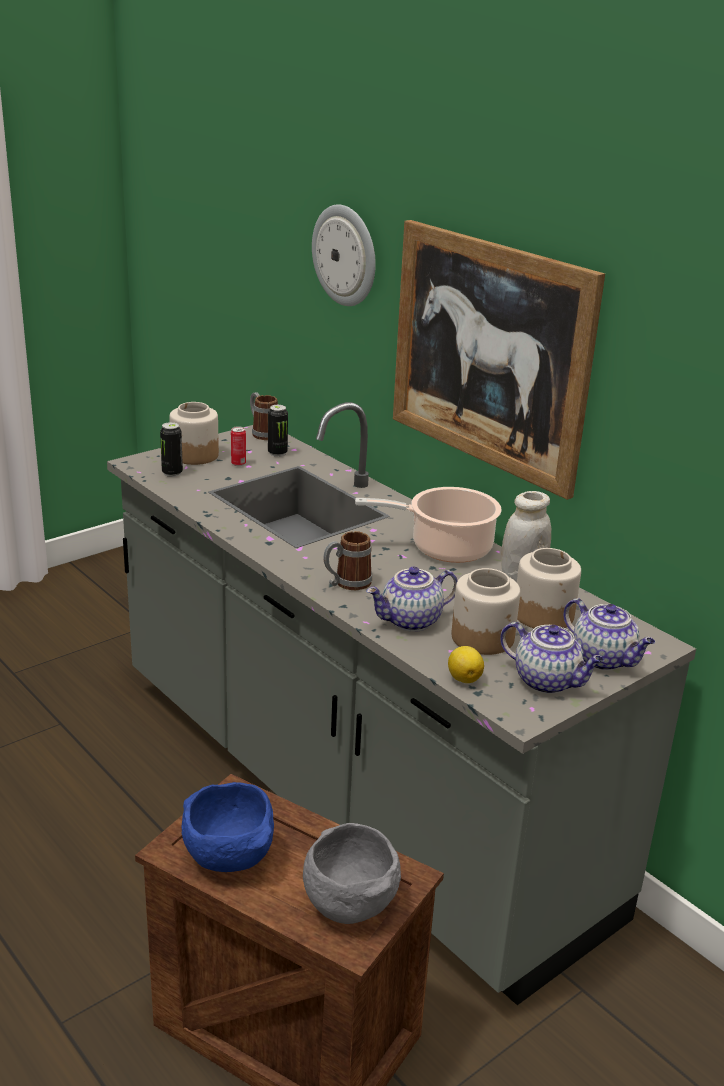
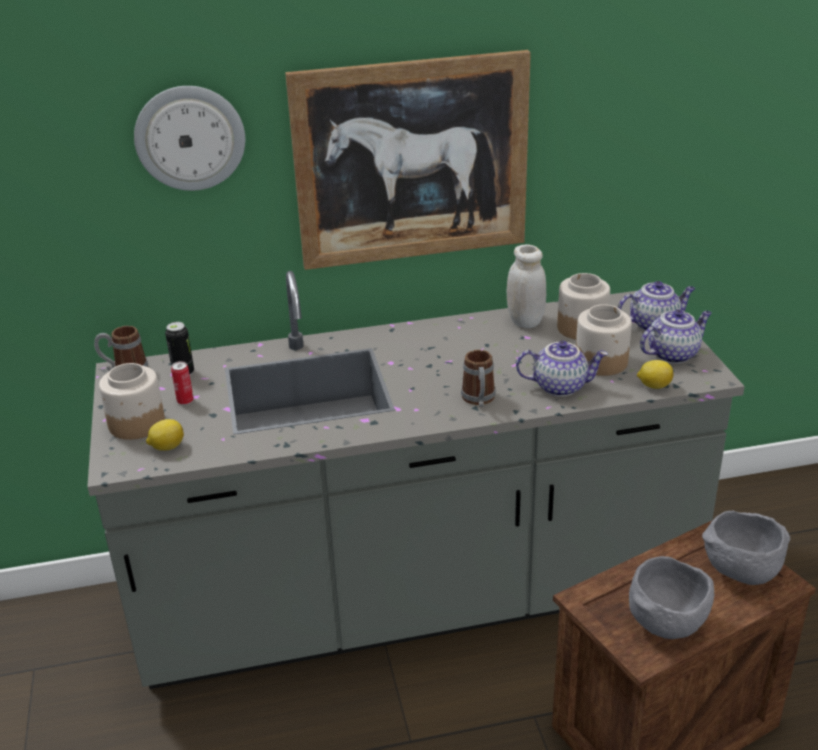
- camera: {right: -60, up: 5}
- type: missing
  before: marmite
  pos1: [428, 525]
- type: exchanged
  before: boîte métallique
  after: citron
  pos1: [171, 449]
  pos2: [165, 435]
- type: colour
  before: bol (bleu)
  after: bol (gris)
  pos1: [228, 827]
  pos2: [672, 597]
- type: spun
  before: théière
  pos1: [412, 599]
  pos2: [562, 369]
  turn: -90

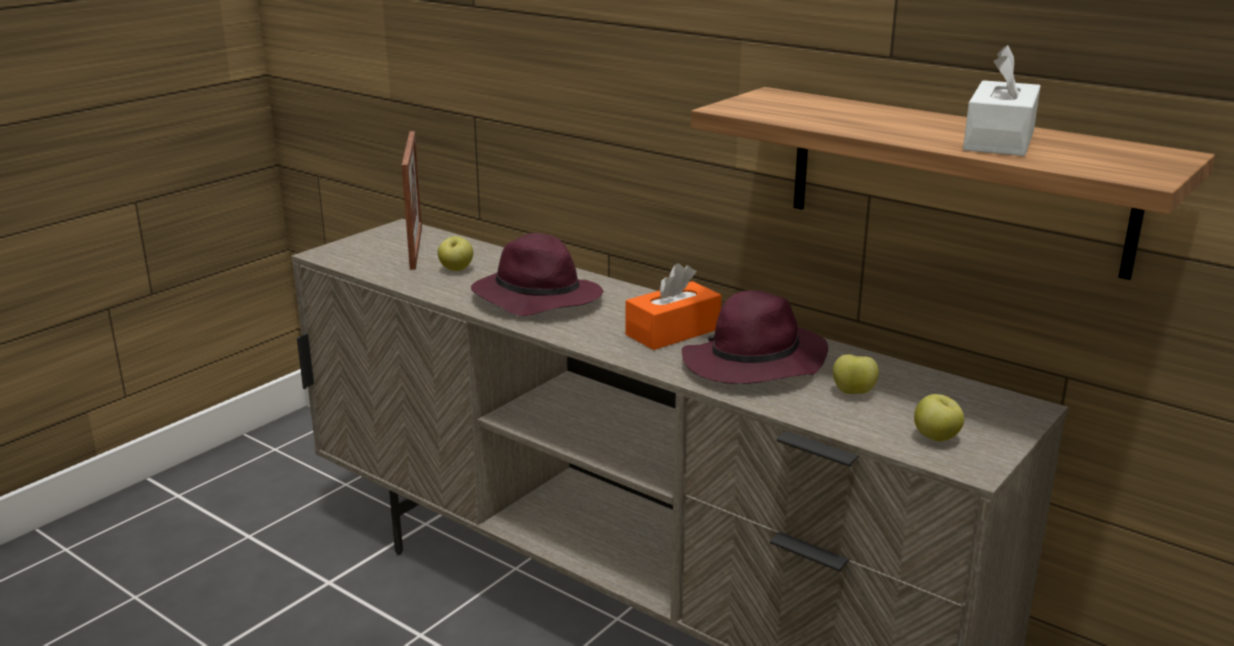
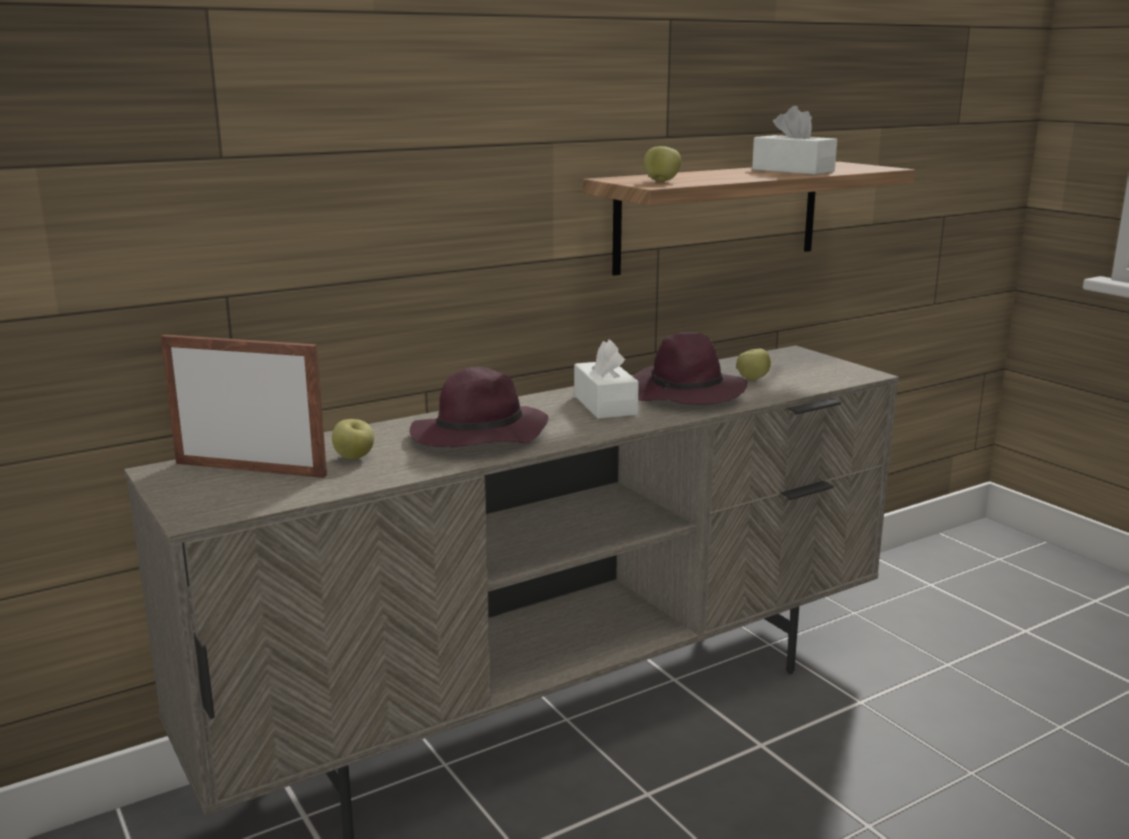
- camera: {right: -70, up: -5}
- type: relocated
  before: pomme
  pos1: [939, 418]
  pos2: [662, 164]
- type: colour
  before: boîte à mouchoirs (orange)
  after: boîte à mouchoirs (blanc)
  pos1: [674, 306]
  pos2: [606, 379]

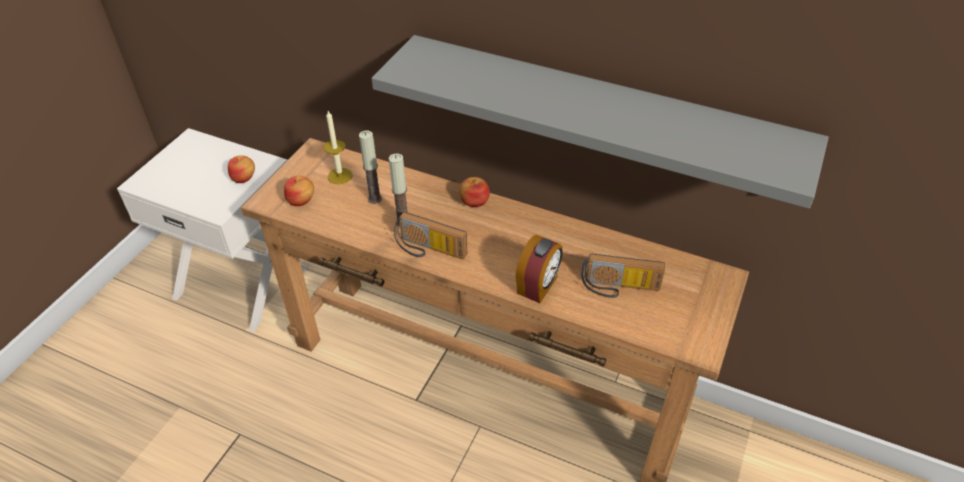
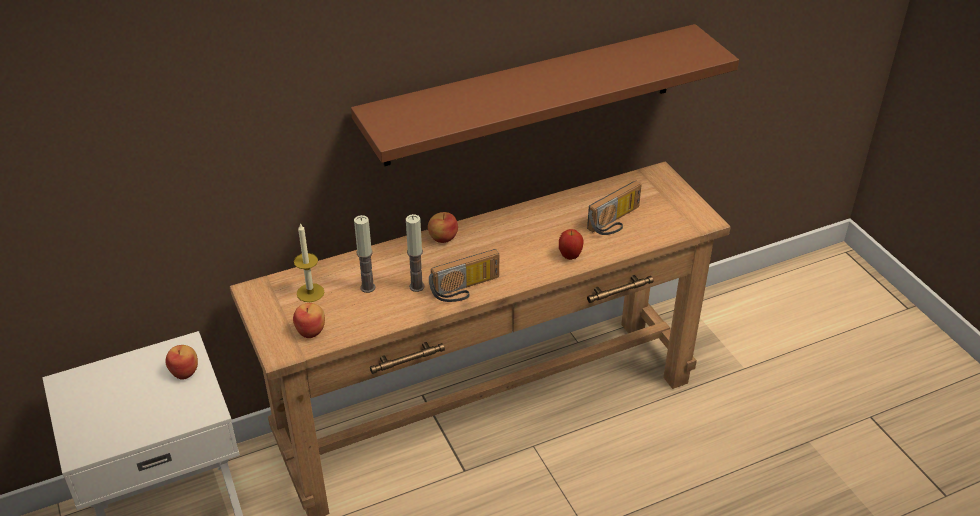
- camera: {right: -50, up: -5}
- type: exchanged
  before: réveil
  after: pomme
  pos1: [539, 269]
  pos2: [571, 244]
- type: colour
  before: étagère (gris)
  after: étagère (marron)
  pos1: [600, 122]
  pos2: [545, 95]

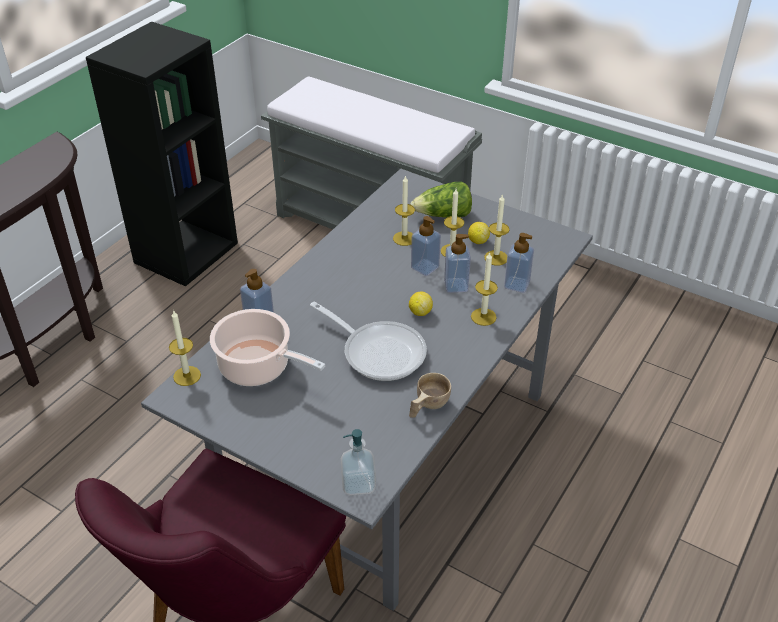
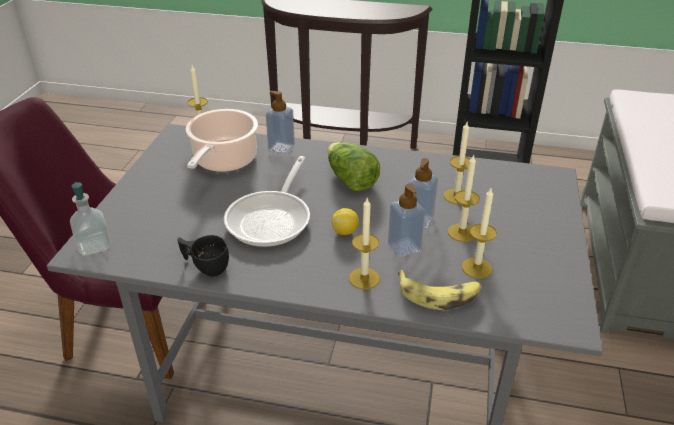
- camera: {right: 70, up: -5}
- type: missing
  before: citron
  pos1: [479, 233]
- type: relocated
  before: laitue
  pos1: [441, 200]
  pos2: [354, 167]
- type: exchanged
  before: distributeur de savon
  after: banane
  pos1: [519, 263]
  pos2: [439, 290]
- type: colour
  before: tasse (beige)
  after: tasse (noir)
  pos1: [430, 395]
  pos2: [203, 256]

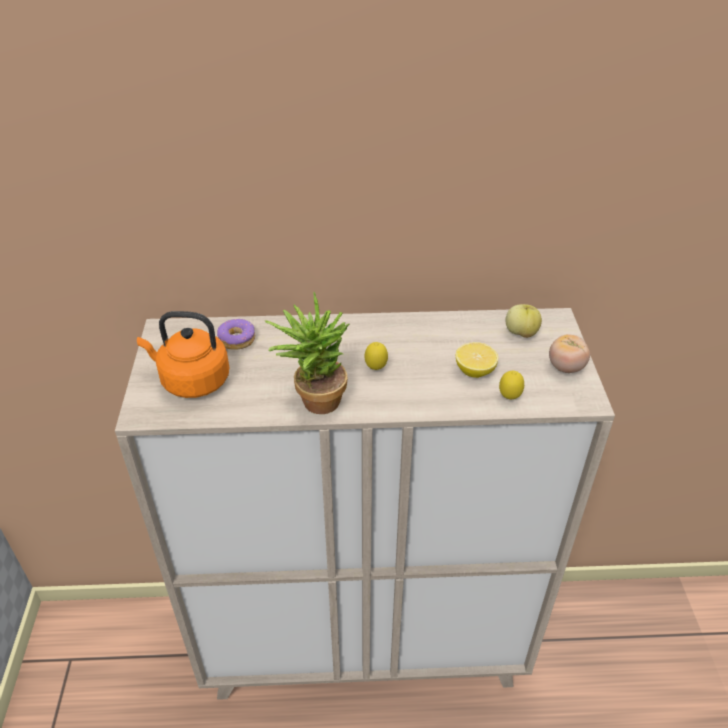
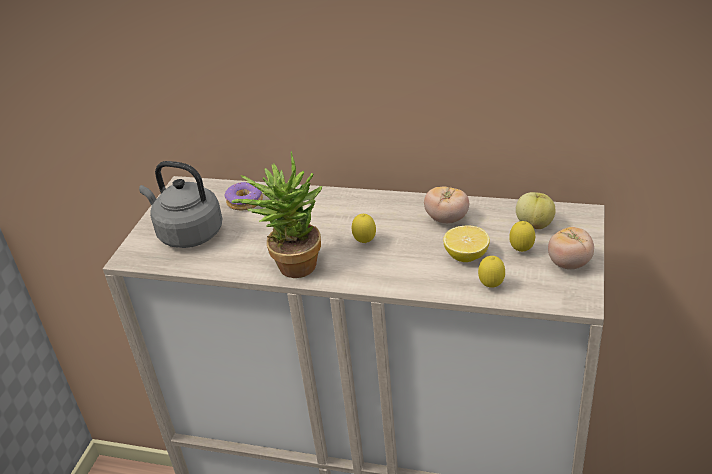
- camera: {right: 20, up: -5}
- type: appeared
  after: tomate
  pos2: [446, 205]
- type: appeared
  after: citron
  pos2: [522, 236]
- type: colour
  before: bouilloire (orange)
  after: bouilloire (gris)
  pos1: [183, 354]
  pos2: [180, 204]

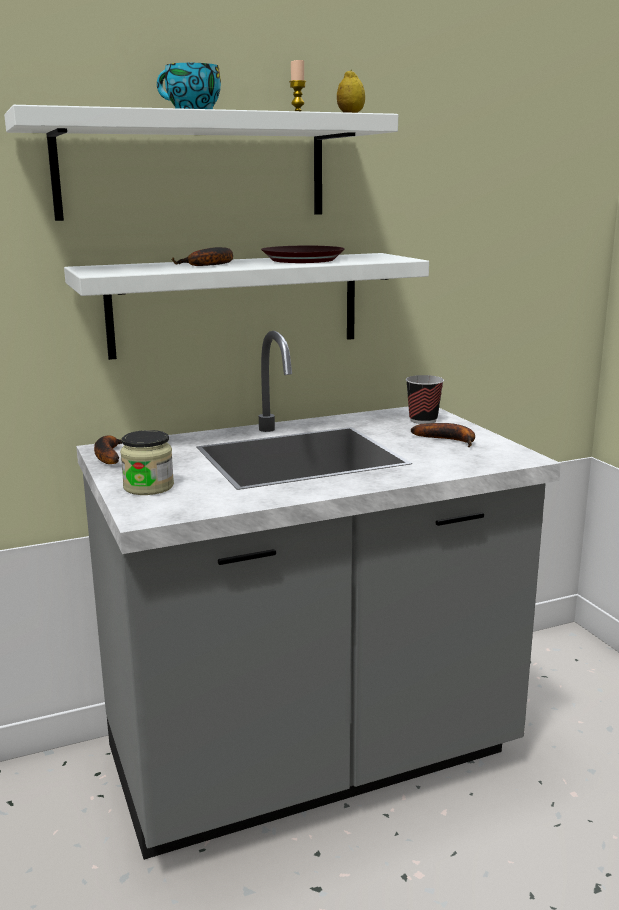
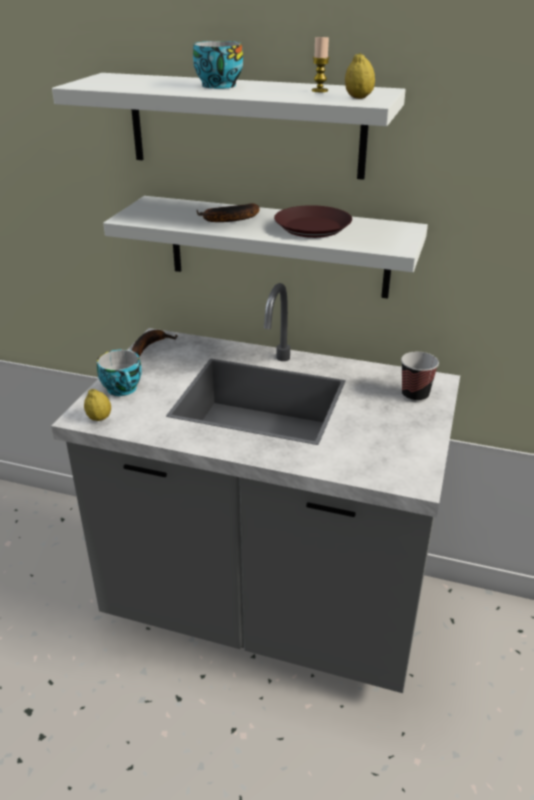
- camera: {right: 40, up: 15}
- type: missing
  before: banane
  pos1: [443, 435]
- type: appeared
  after: citron
  pos2: [97, 405]
- type: exchanged
  before: bocal
  after: tasse
  pos1: [147, 462]
  pos2: [119, 372]

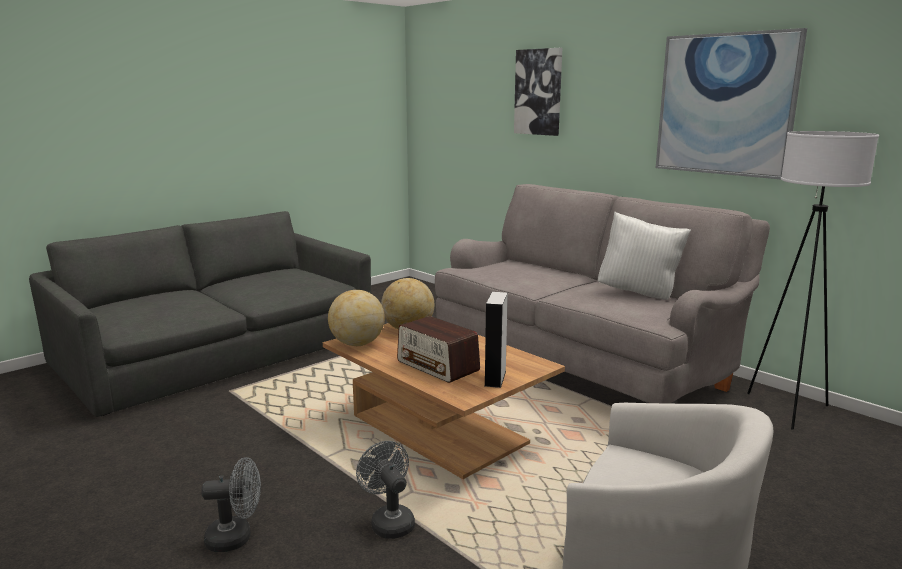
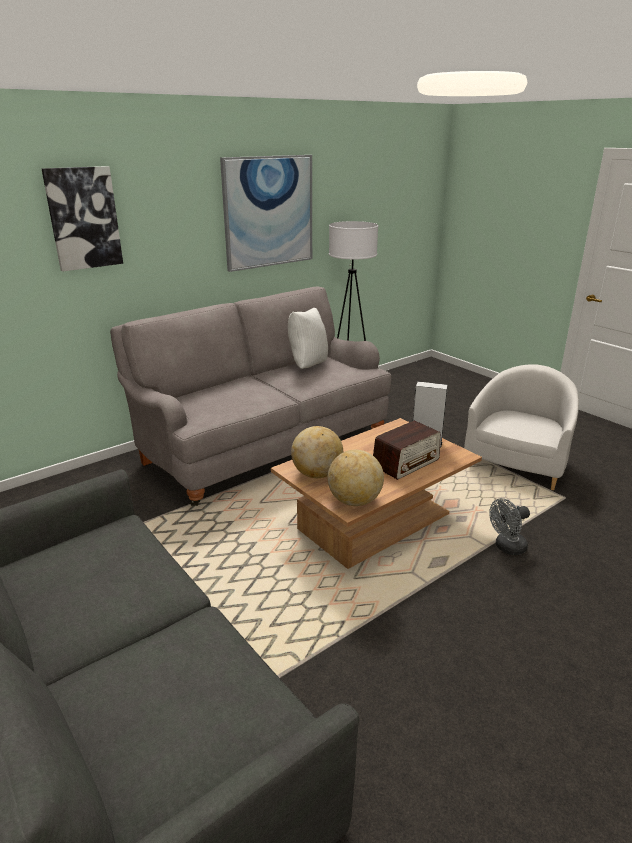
- camera: {right: -85, up: 10}
- type: missing
  before: ventilateur (gris)
  pos1: [231, 504]

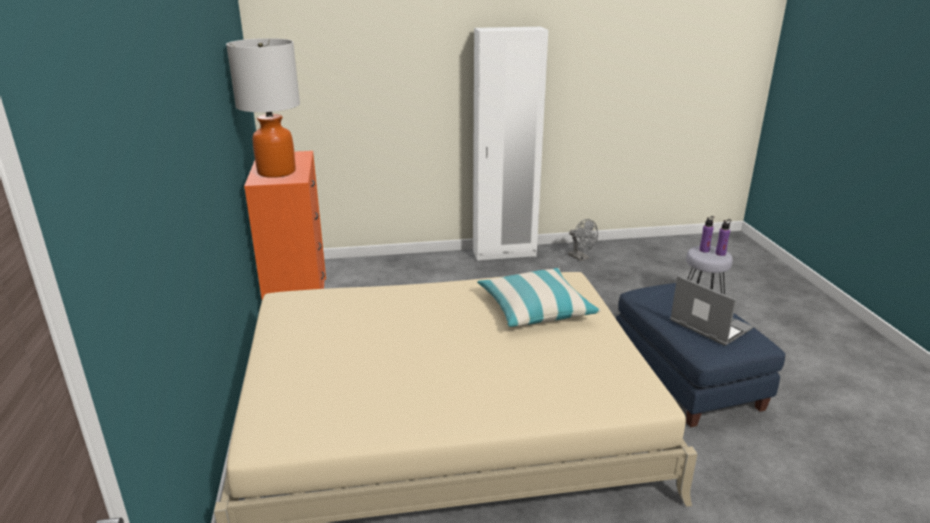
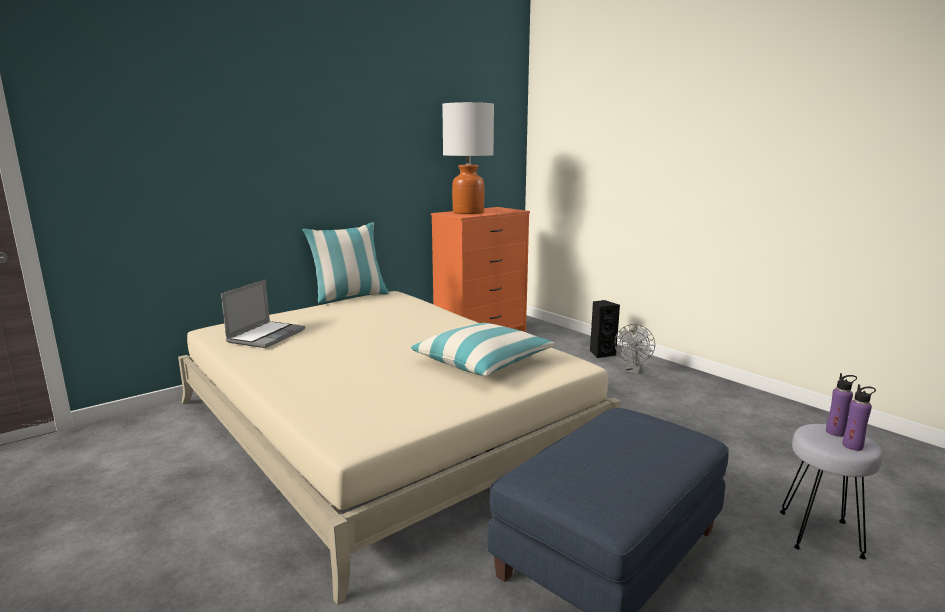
- camera: {right: 60, up: -10}
- type: missing
  before: armoire (blanc)
  pos1: [510, 144]
- type: appeared
  after: coussin
  pos2: [345, 262]
- type: appeared
  after: enceinte (noir)
  pos2: [605, 329]
- type: relocated
  before: ventilateur (gris)
  pos1: [583, 240]
  pos2: [635, 349]
- type: relocated
  before: ordinateur portable
  pos1: [711, 311]
  pos2: [263, 313]

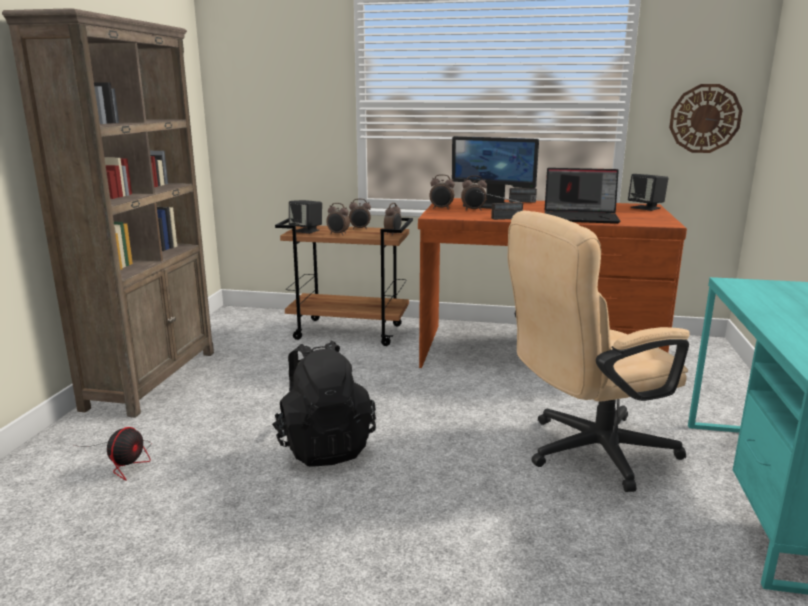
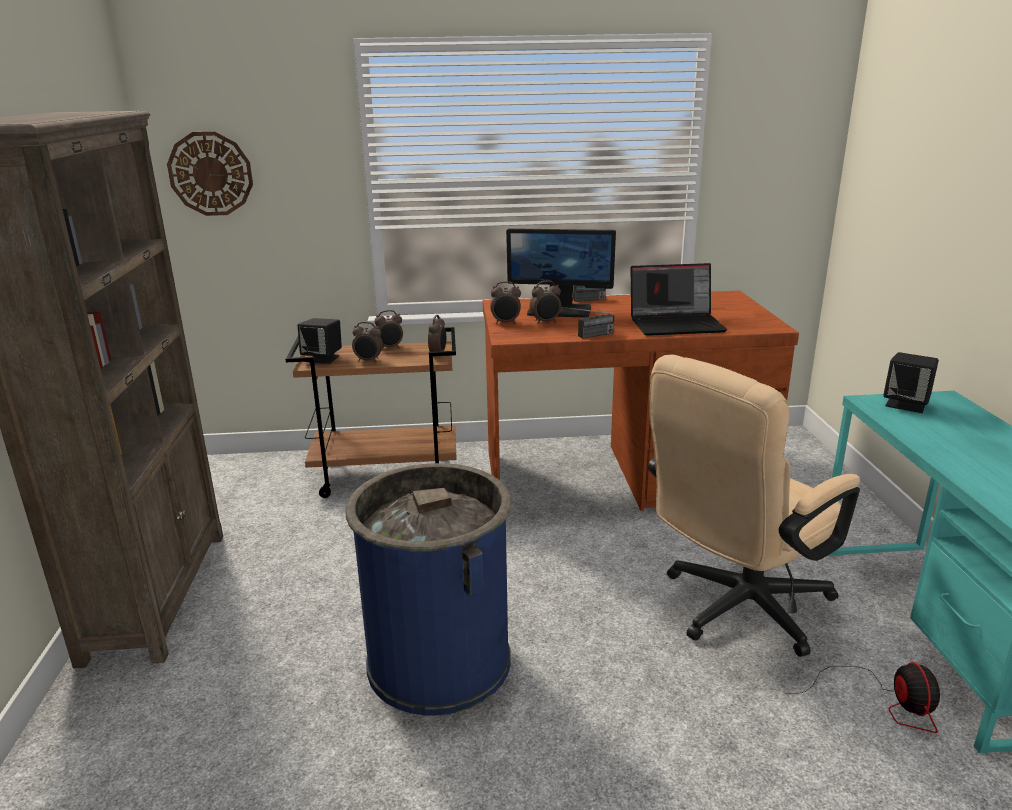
- camera: {right: -15, up: 5}
- type: relocated
  before: ventilateur
  pos1: [112, 454]
  pos2: [862, 697]
- type: relocated
  before: enceinte (noir)
  pos1: [648, 192]
  pos2: [911, 382]
- type: relocated
  before: horloge murale
  pos1: [706, 118]
  pos2: [210, 174]
- type: exchanged
  before: sac à dos (noir)
  after: poubelle (bleu)
  pos1: [324, 404]
  pos2: [428, 589]

